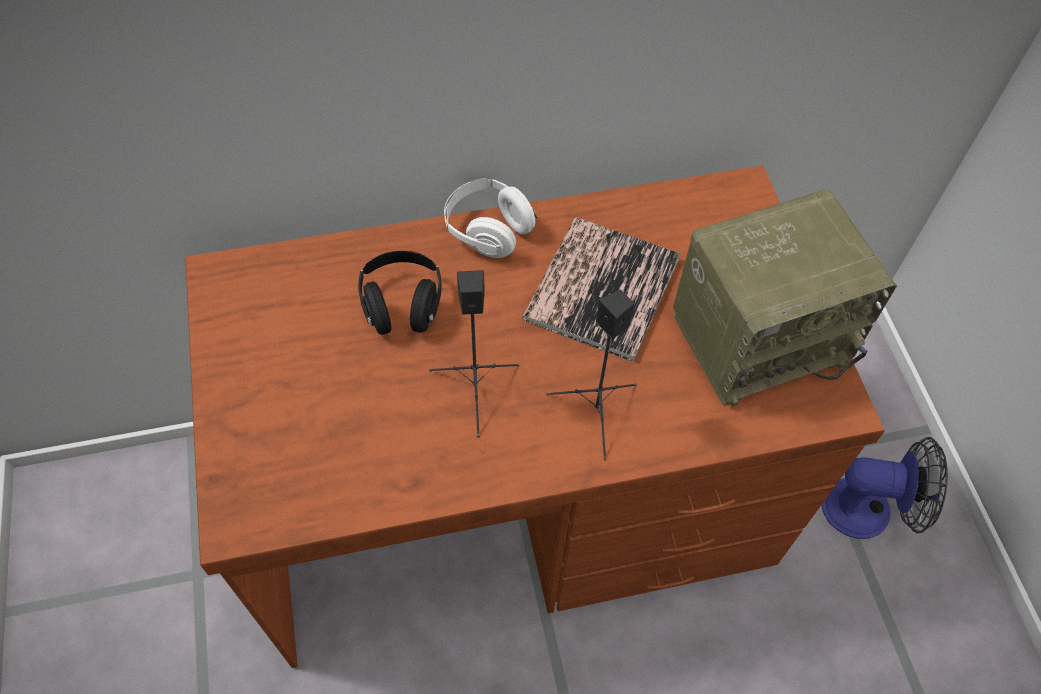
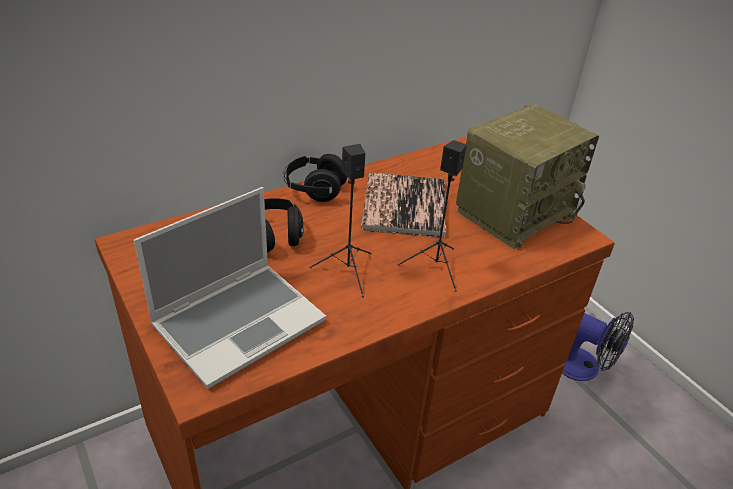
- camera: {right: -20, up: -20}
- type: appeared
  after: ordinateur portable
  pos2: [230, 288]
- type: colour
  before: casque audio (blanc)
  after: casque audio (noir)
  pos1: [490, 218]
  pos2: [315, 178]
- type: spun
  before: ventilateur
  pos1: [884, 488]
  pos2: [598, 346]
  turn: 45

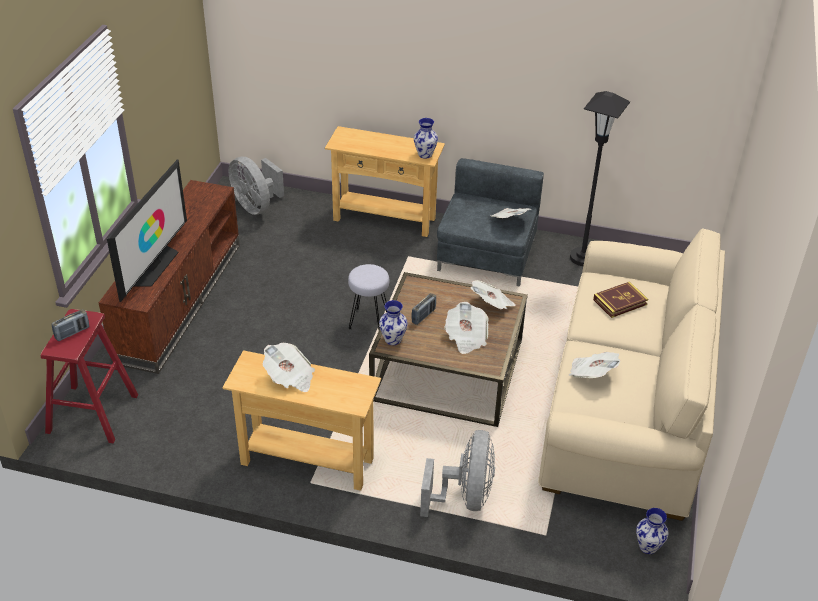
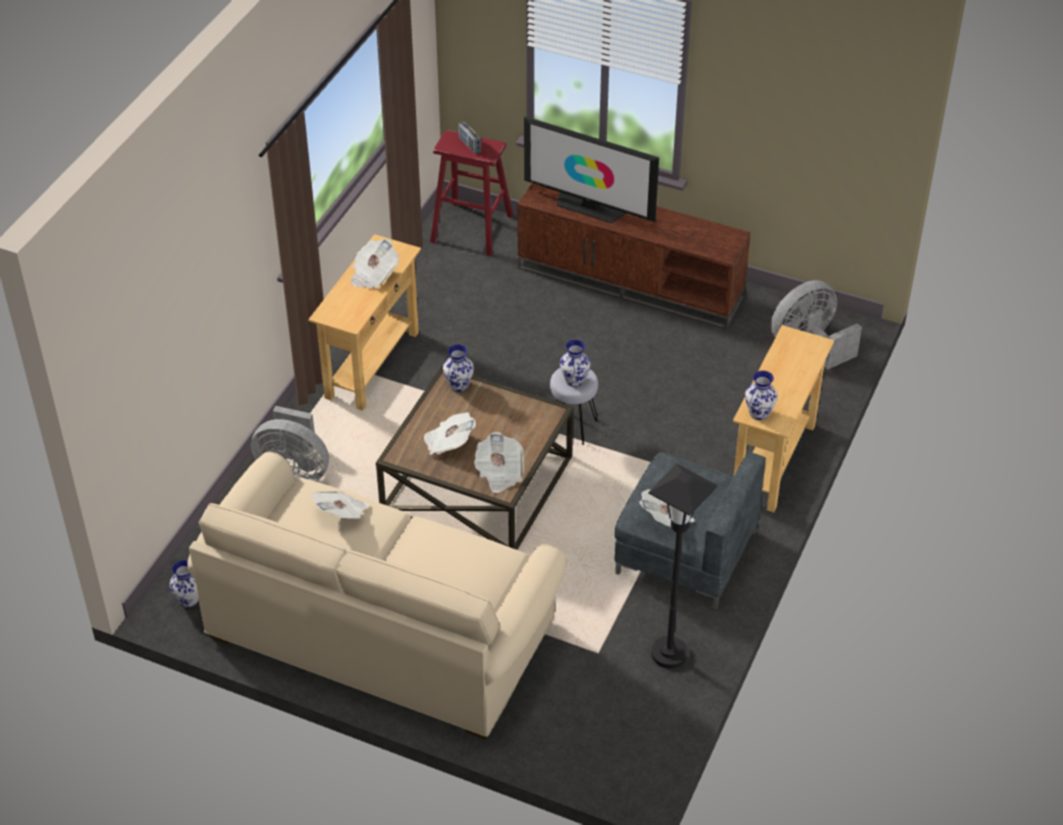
- camera: {right: 100, up: 5}
- type: missing
  before: radio
  pos1: [423, 309]
- type: missing
  before: livre
  pos1: [620, 300]
- type: appeared
  after: vase
  pos2: [575, 363]

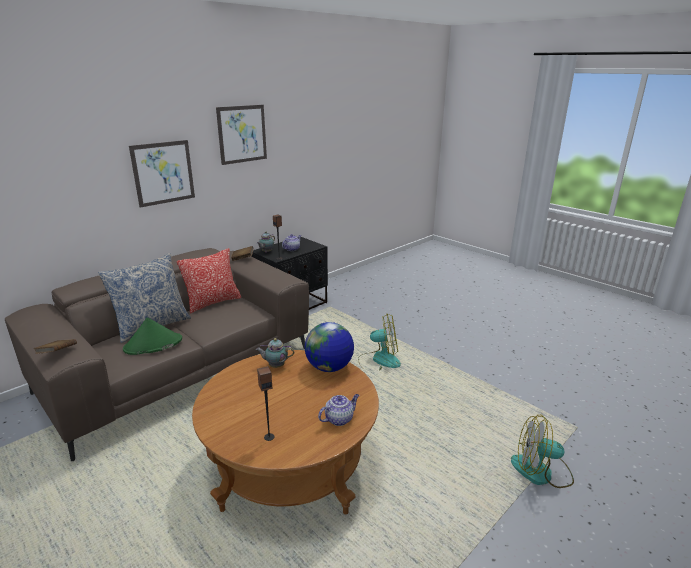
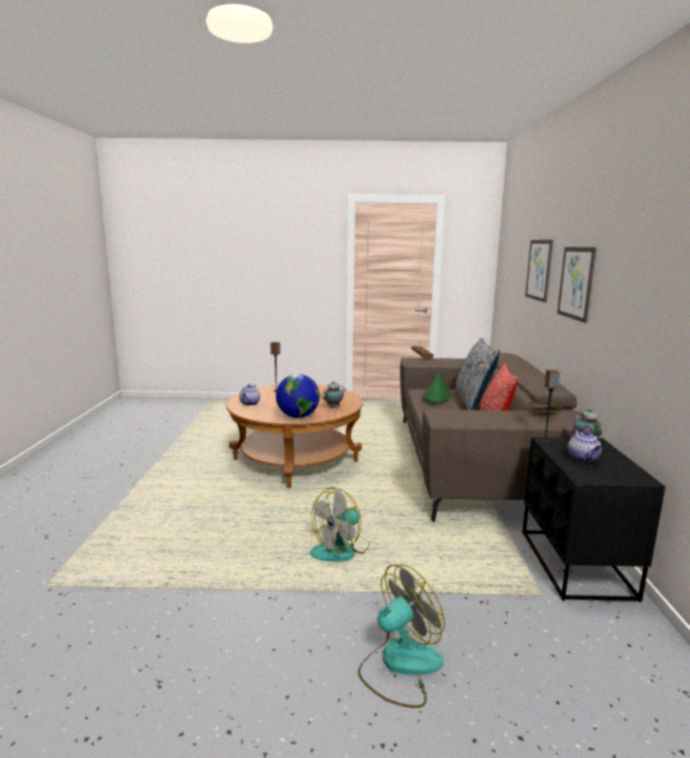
- camera: {right: 135, up: -10}
- type: relocated
  before: tableau
  pos1: [241, 135]
  pos2: [539, 271]
- type: relocated
  before: ventilateur
  pos1: [542, 451]
  pos2: [401, 636]

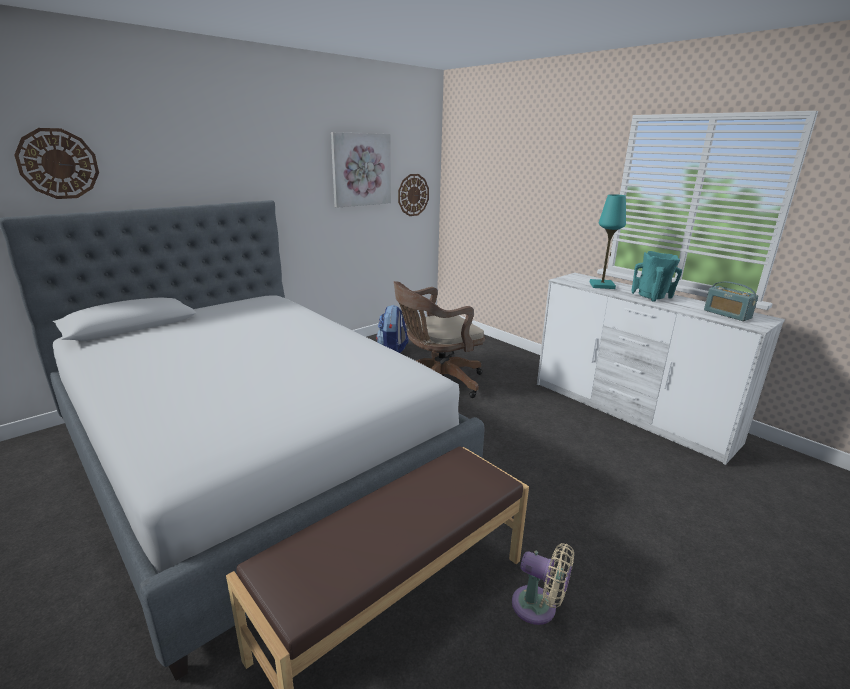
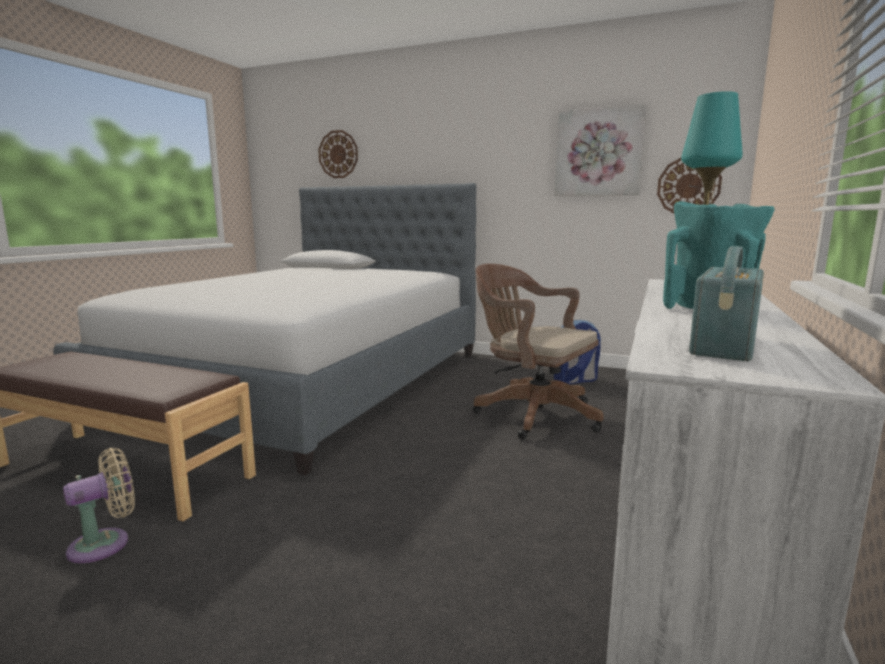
- camera: {right: 65, up: -10}
- type: spun
  before: ventilateur (beige)
  pos1: [543, 584]
  pos2: [99, 505]
  turn: -135

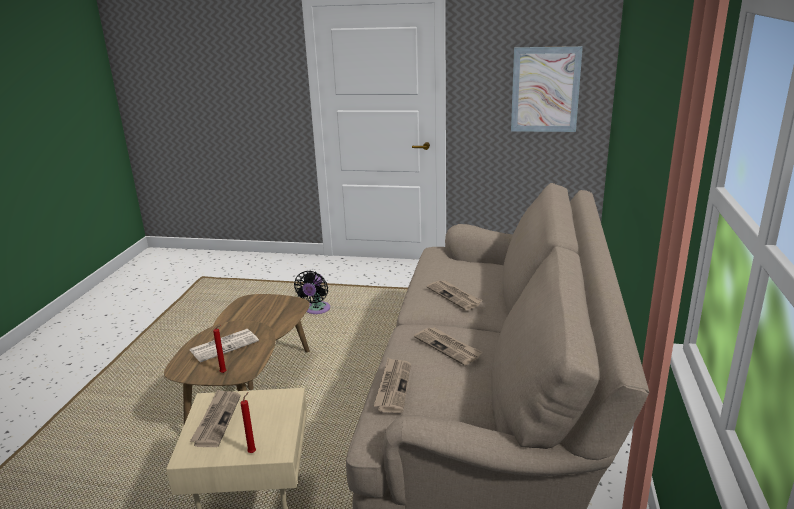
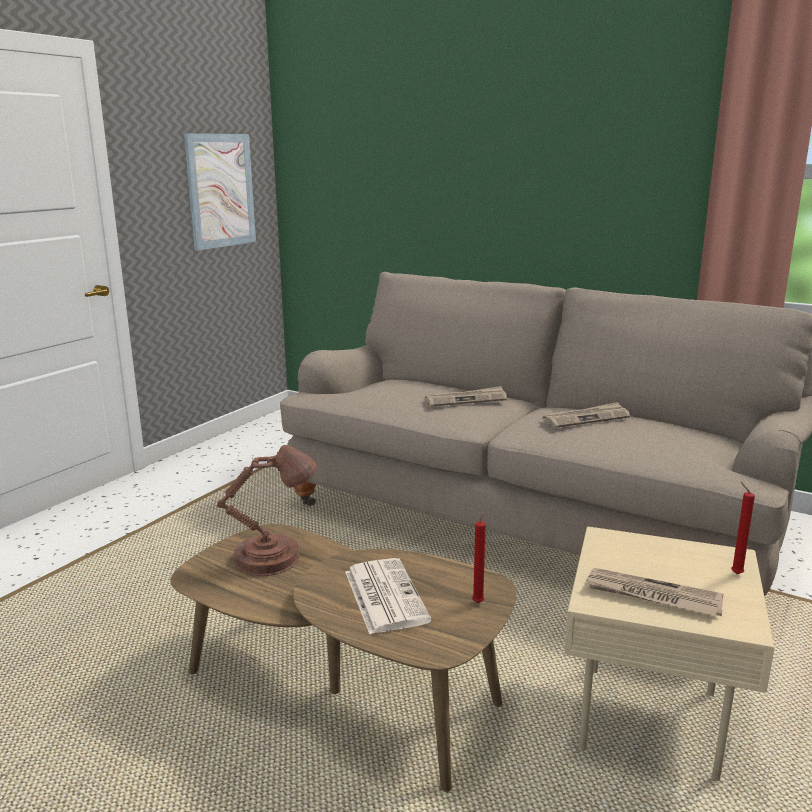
- camera: {right: -70, up: -5}
- type: missing
  before: ventilateur (noir)
  pos1: [312, 292]
- type: missing
  before: journal
  pos1: [392, 385]
- type: appeared
  after: lampe de table (marron)
  pos2: [267, 510]

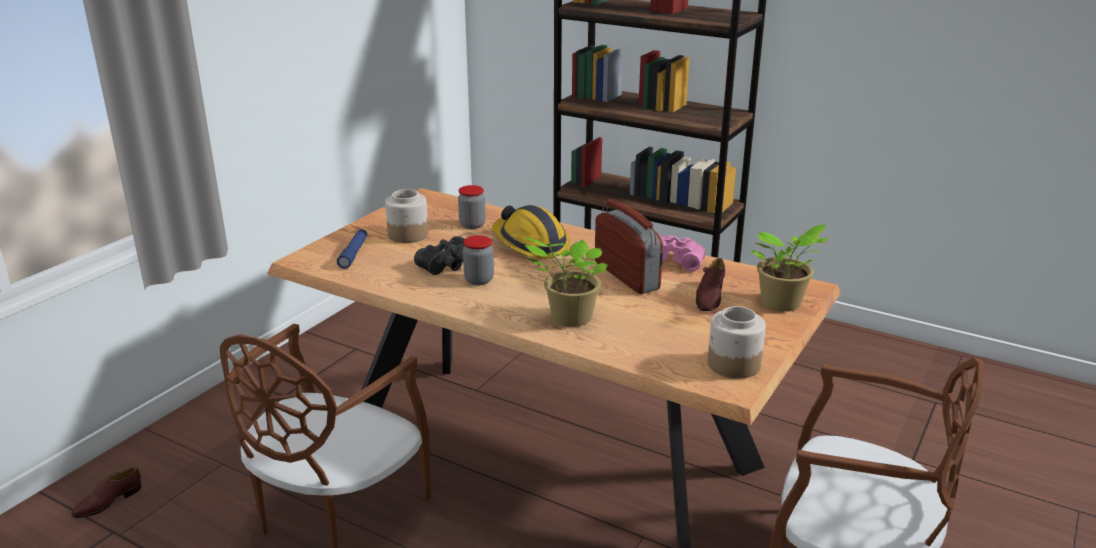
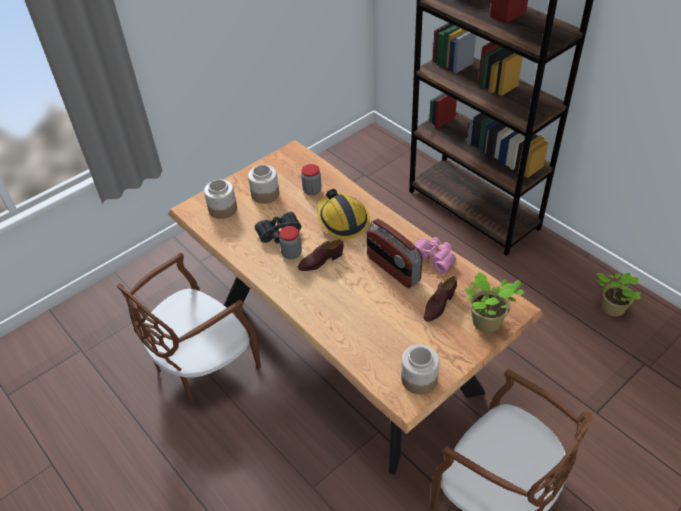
- camera: {right: 20, up: 20}
- type: relocated
  before: chaussure (marron)
  pos1: [106, 492]
  pos2: [321, 255]
- type: relocated
  before: plante en pot
  pos1: [566, 282]
  pos2: [618, 294]
- type: exchanged
  before: lampe de poche (bleu)
  after: bocal
  pos1: [352, 249]
  pos2: [220, 199]
- type: spun
  before: radio
  pos1: [629, 246]
  pos2: [394, 253]
  turn: 150

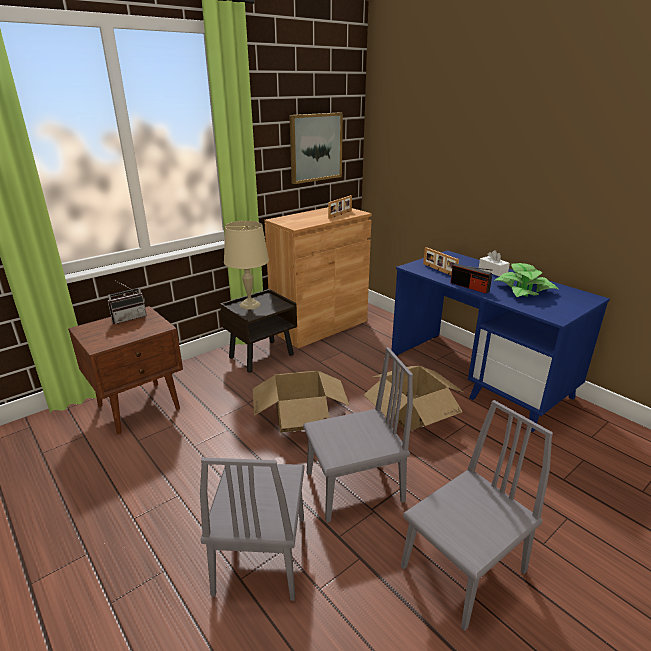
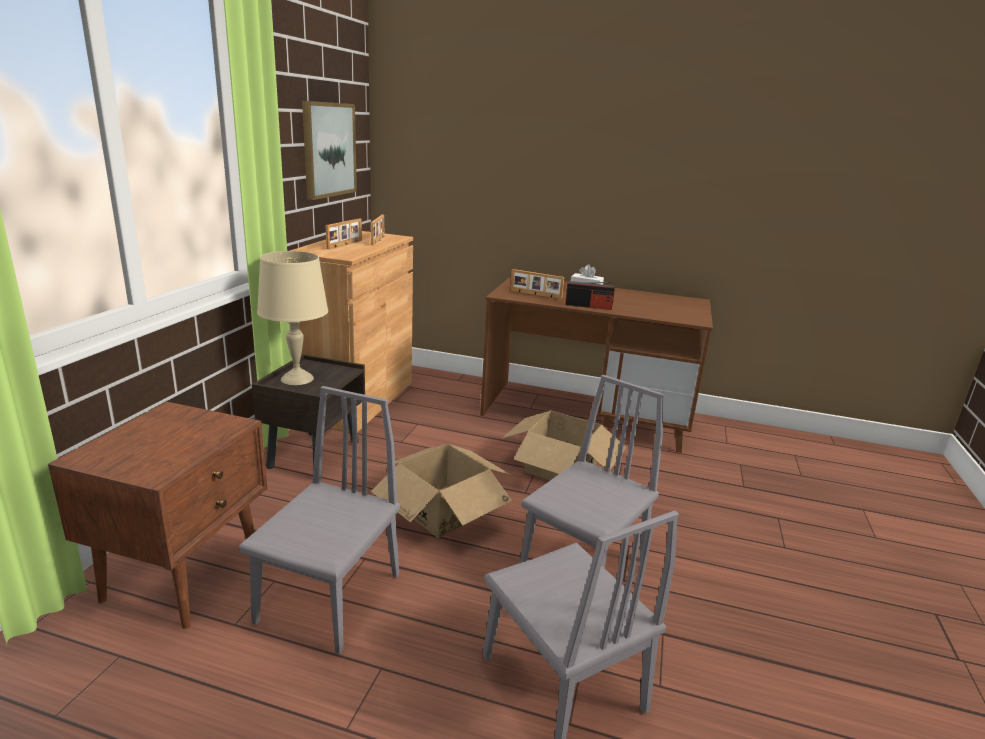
- camera: {right: -35, up: -5}
- type: missing
  before: radio
  pos1: [127, 302]
- type: missing
  before: plante en pot
  pos1: [526, 280]
- type: appeared
  after: cadre photo
  pos2: [344, 233]
- type: relocated
  before: chaise (gris)
  pos1: [477, 515]
  pos2: [319, 520]
- type: colour
  before: bureau (bleu)
  after: bureau (marron)
  pos1: [501, 341]
  pos2: [596, 364]

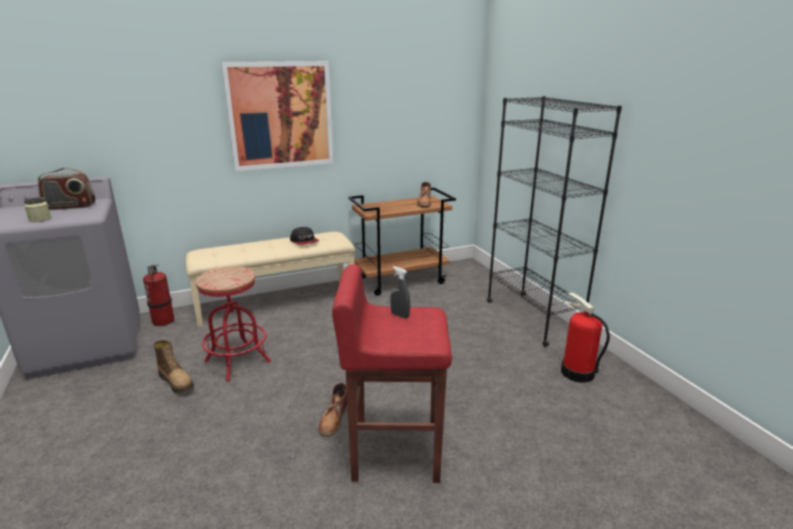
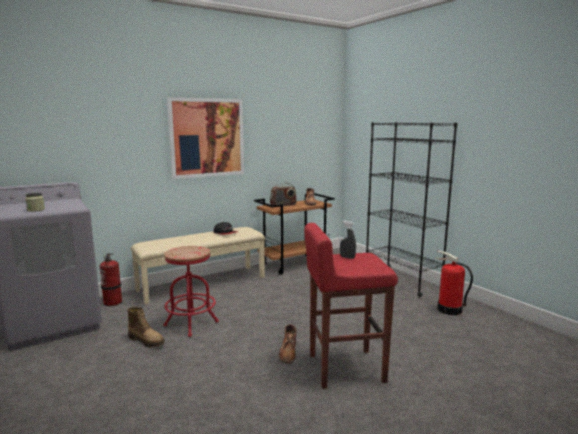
- camera: {right: -10, up: -10}
- type: relocated
  before: radio
  pos1: [67, 189]
  pos2: [283, 194]

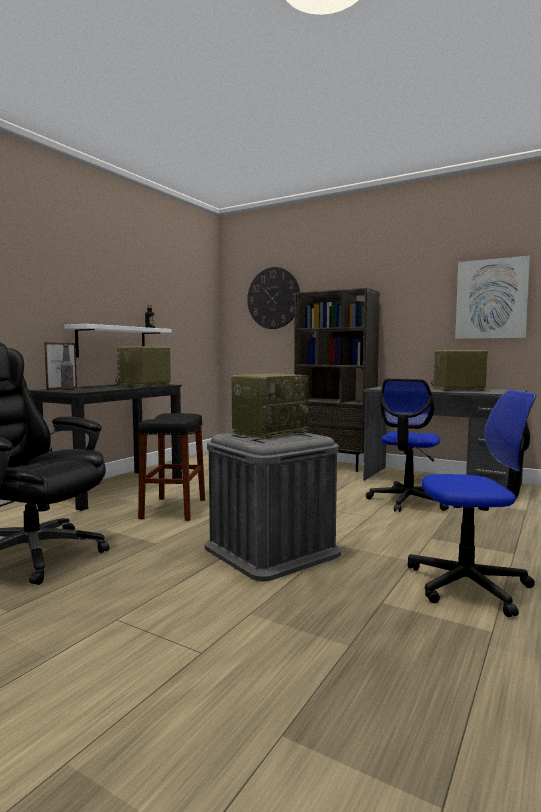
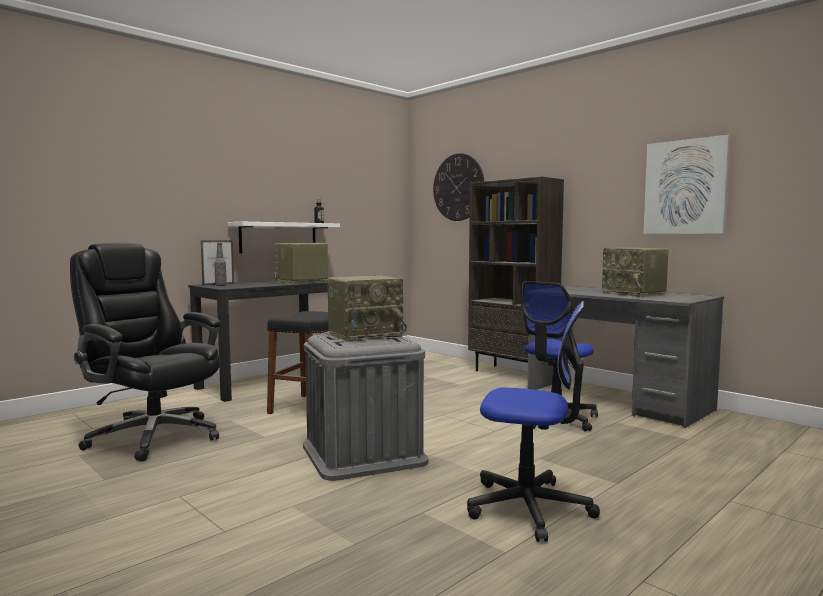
- camera: {right: 15, up: 0}
- type: spun
  before: radio
  pos1: [459, 370]
  pos2: [635, 272]
  turn: -135

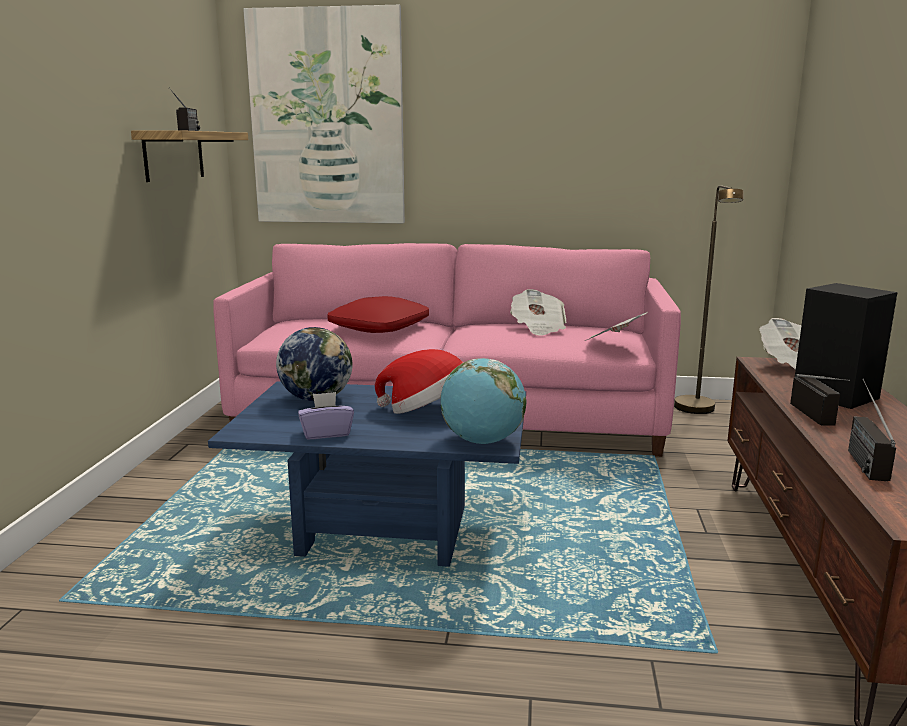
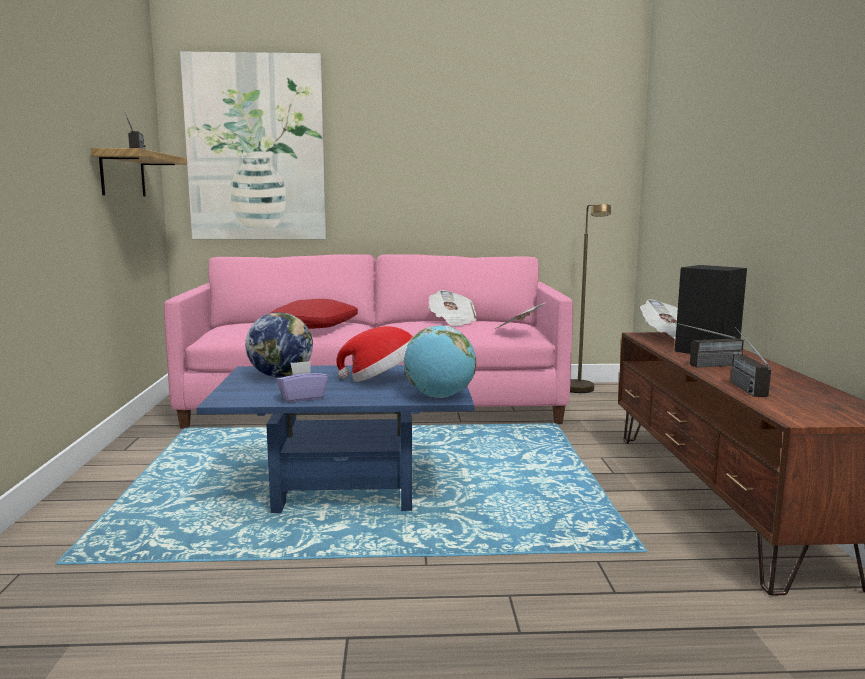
- camera: {right: -10, up: -5}
- type: spun
  before: radio
  pos1: [820, 400]
  pos2: [706, 344]
  turn: 90

